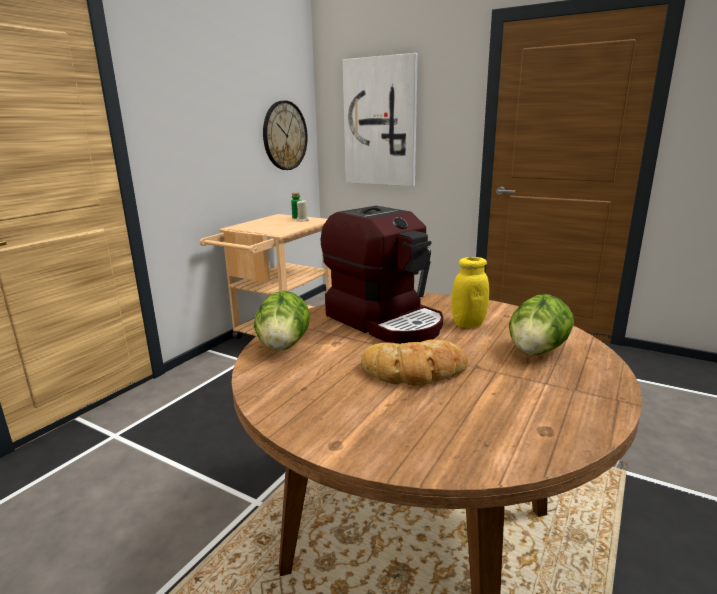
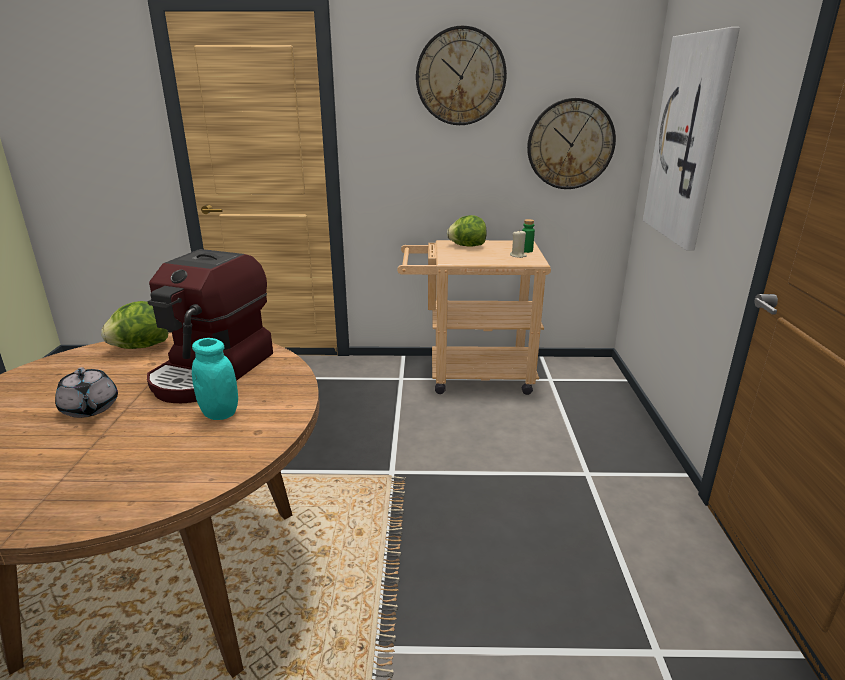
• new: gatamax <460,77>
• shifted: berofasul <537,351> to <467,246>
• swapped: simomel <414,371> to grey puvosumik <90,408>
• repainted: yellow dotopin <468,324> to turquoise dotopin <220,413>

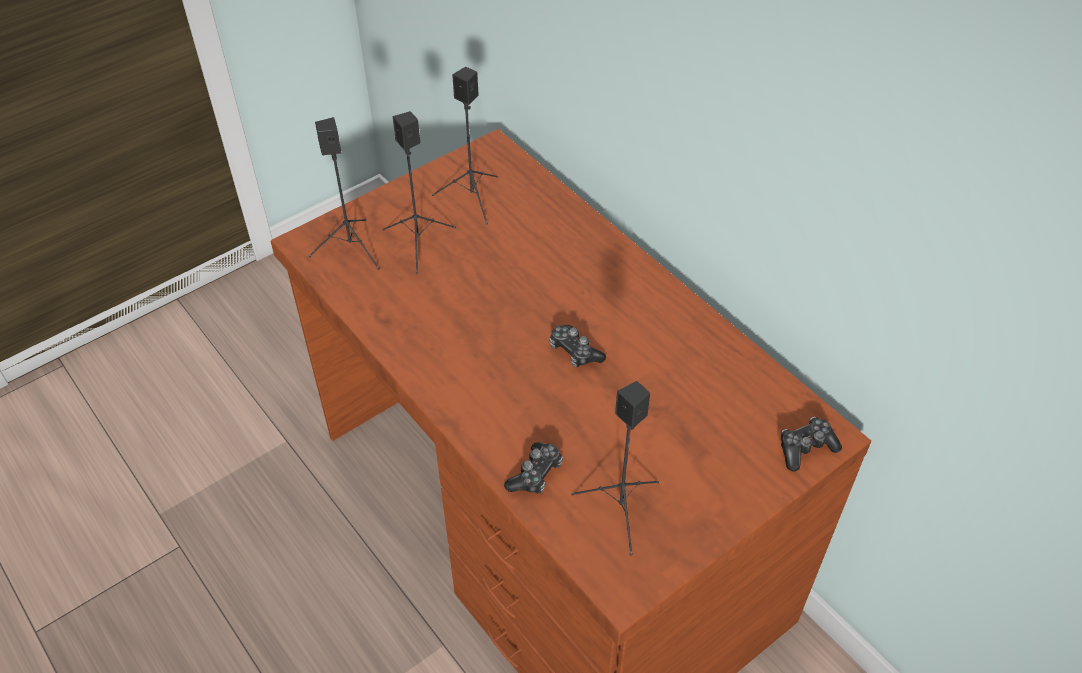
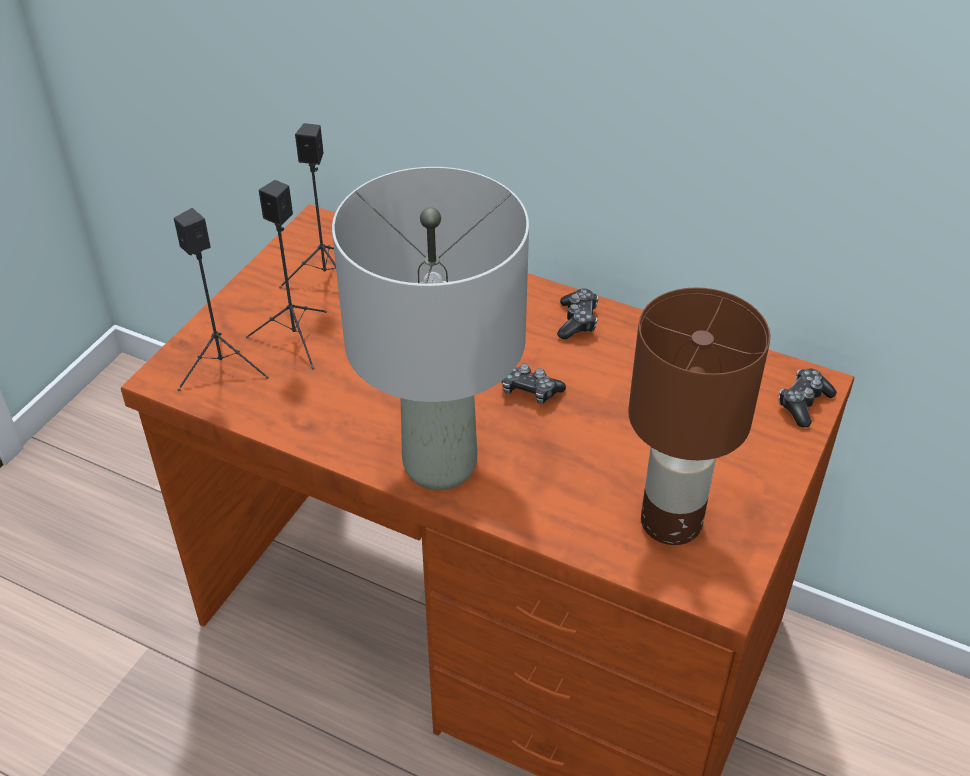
• new: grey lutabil <438,465>
• shifted: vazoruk <535,474> to <577,321>
• swapped: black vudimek <621,510> to brown lutabil <673,522>

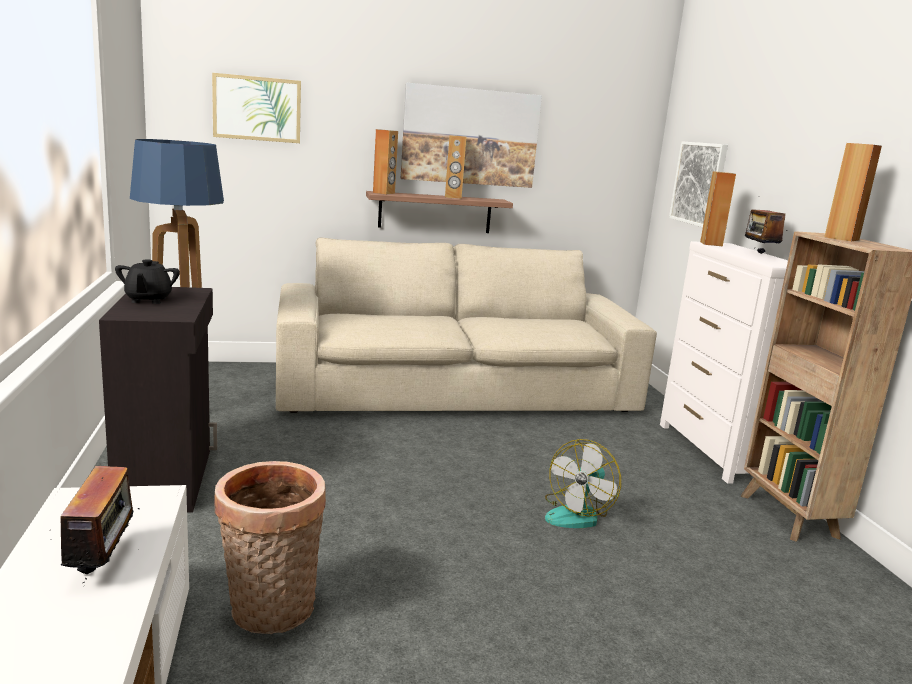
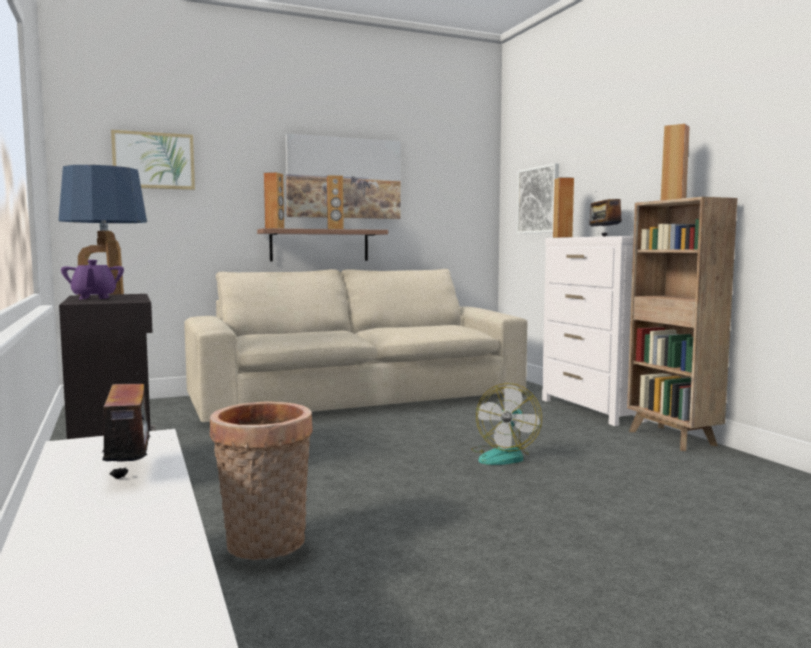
• repainted: black puvosumik <148,300> to purple puvosumik <94,298>

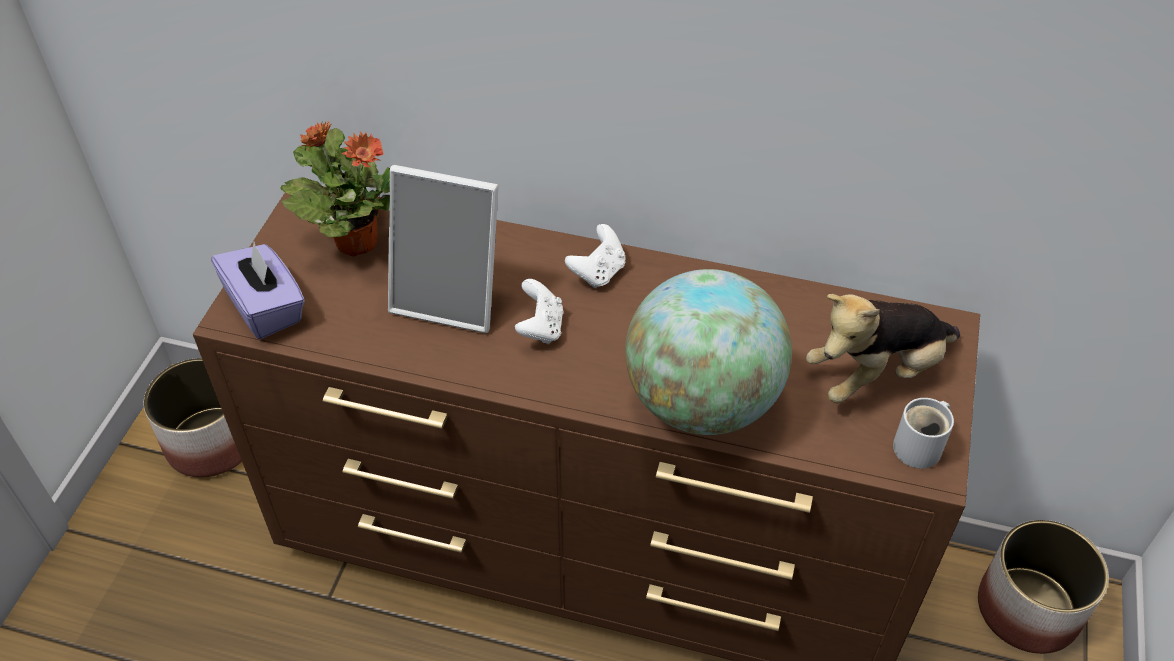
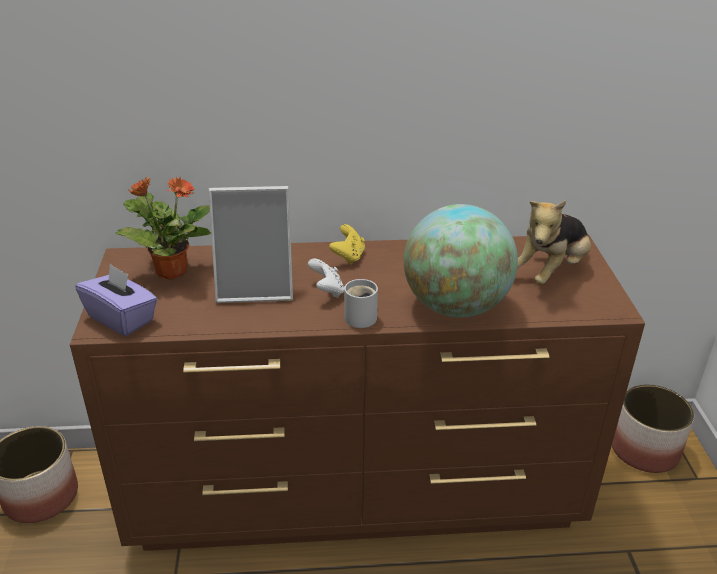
• shifted: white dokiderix <921,447> to <363,316>
• repainted: white vazoruk <598,272> to yellow vazoruk <348,257>

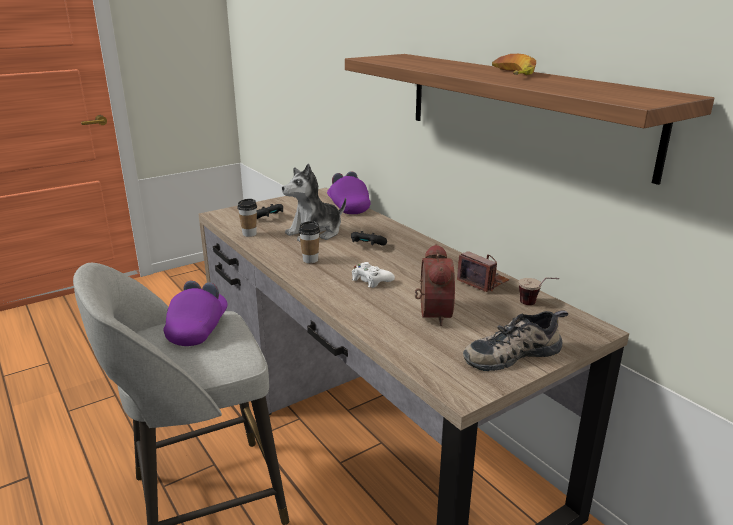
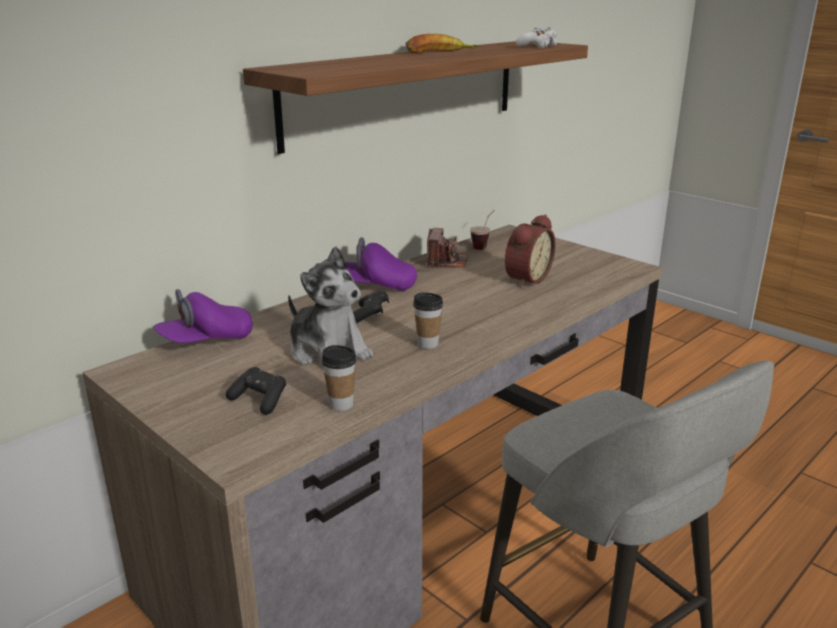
• gone: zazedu <512,353>
• shifted: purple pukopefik <198,329> to <376,286>
• shifted: white vazoruk <371,280> to <537,46>
• rotated: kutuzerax <431,313> = <525,278> 135 degrees clockwise
• rotated: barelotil <483,281> = <446,261> 150 degrees clockwise

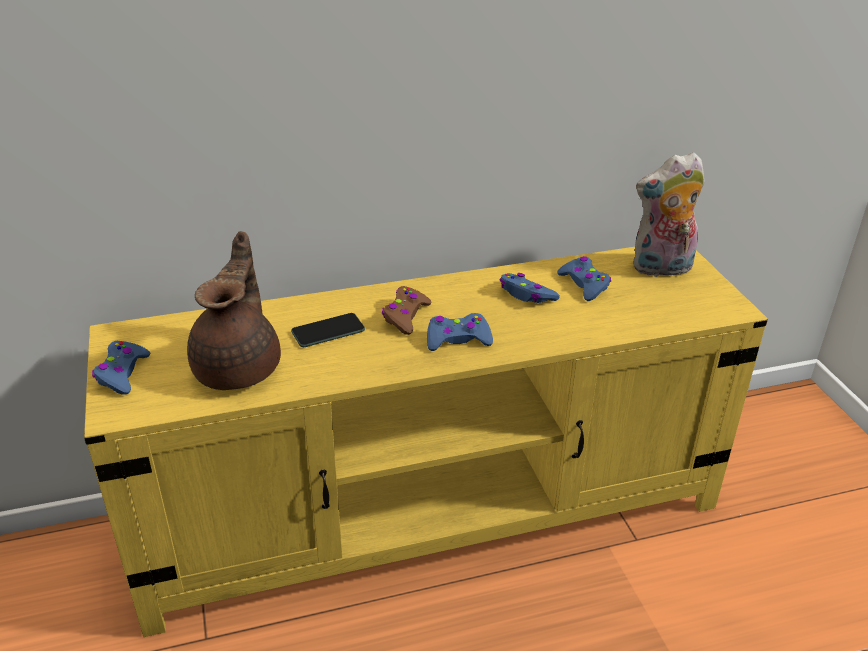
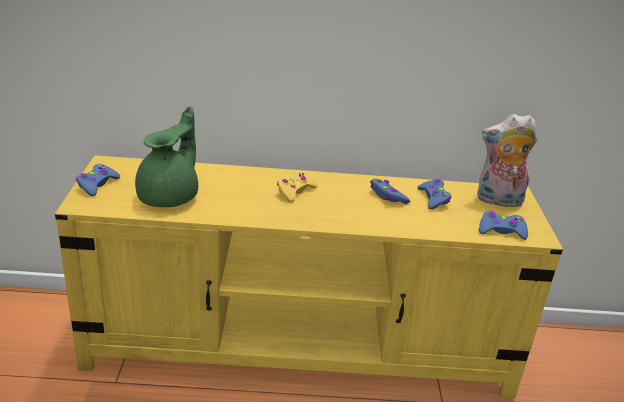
• gone: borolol <328,331>
• shifted: blue vazoruk <457,339> to <501,231>
• repainted: brown puvosumik <240,367> to green puvosumik <170,196>
• repainted: brown vazoruk <405,316> to yellow vazoruk <295,191>

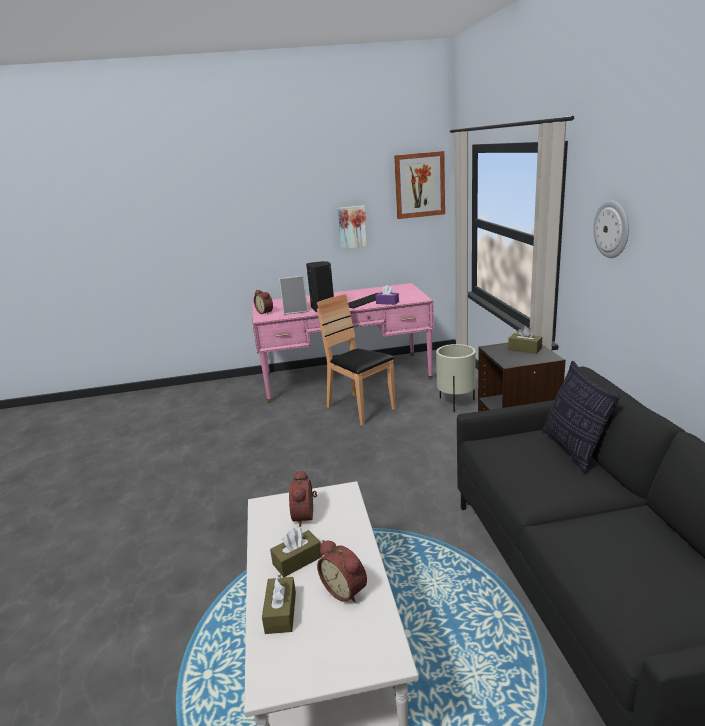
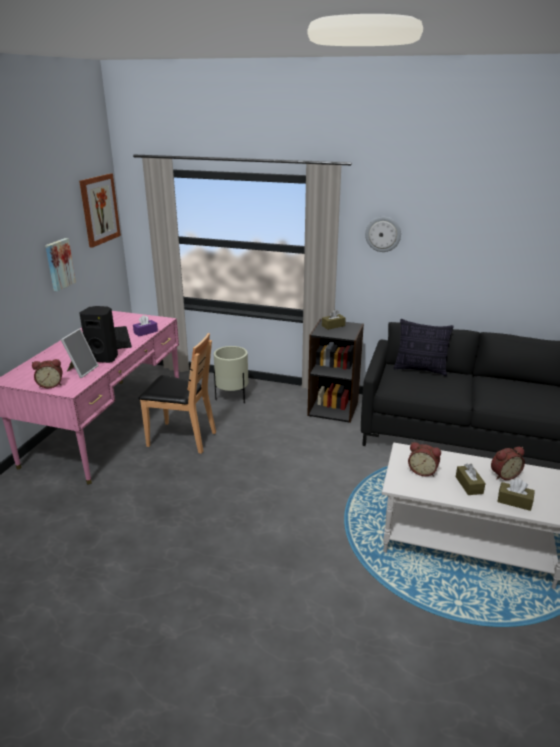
• rotated: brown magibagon <360,409> = <181,438> 150 degrees counterclockwise

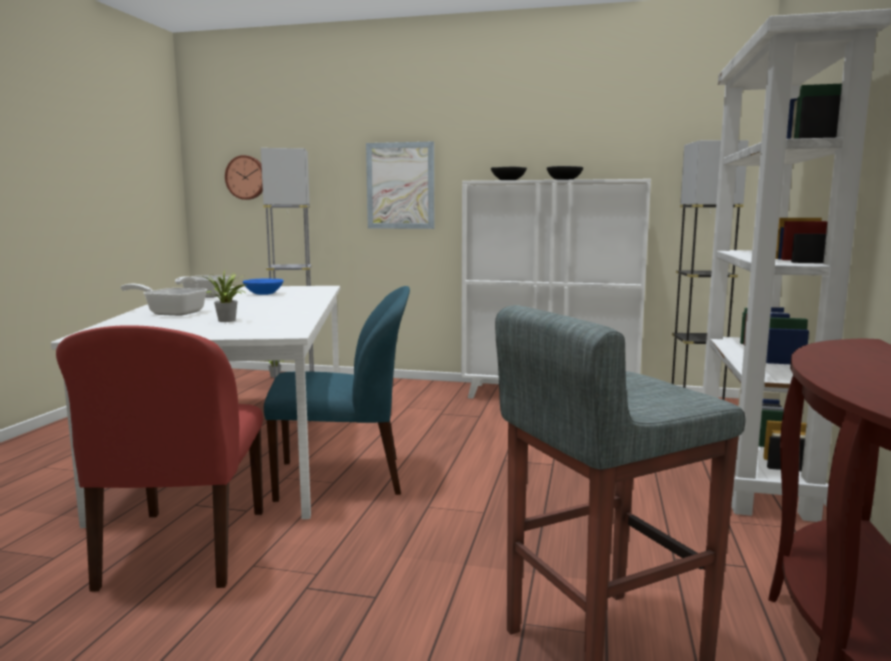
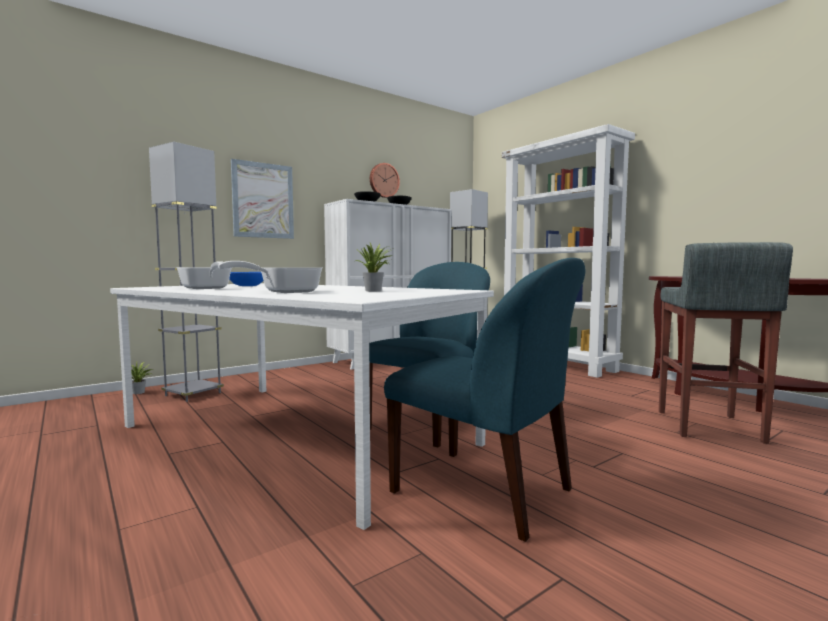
• shifted: gatamax <247,177> to <383,180>
• repainted: red magibagon <183,550> to blue magibagon <485,492>

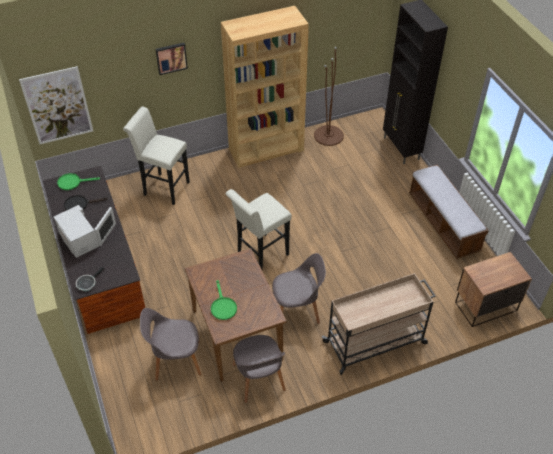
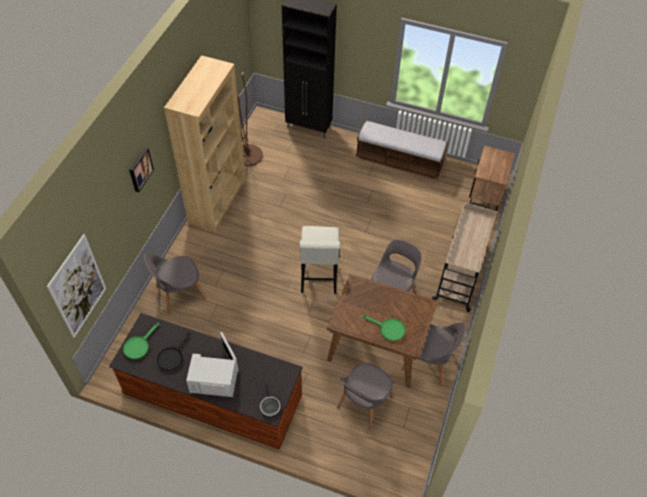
• swapped: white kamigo <163,188> to grey magibagon <179,294>

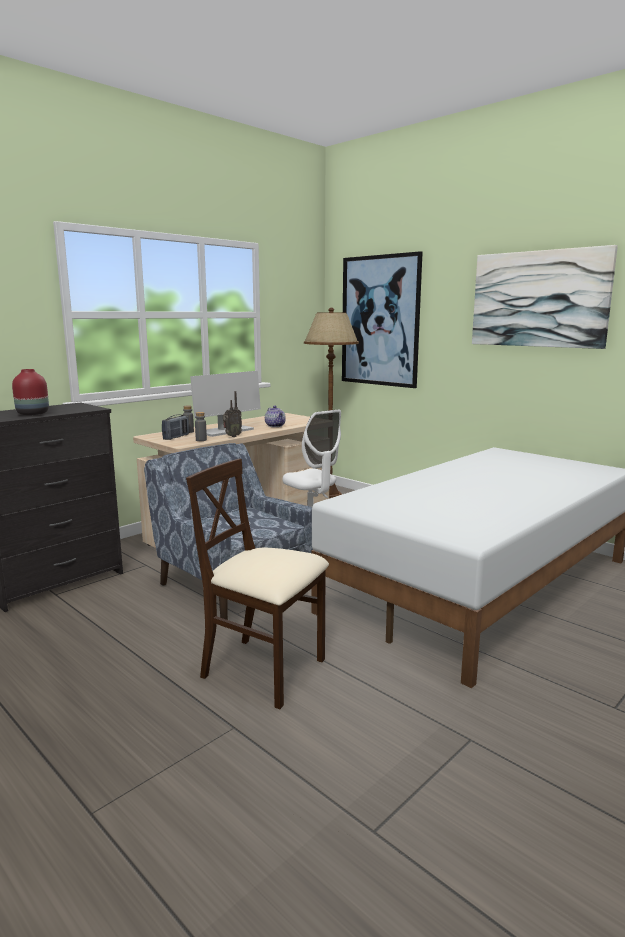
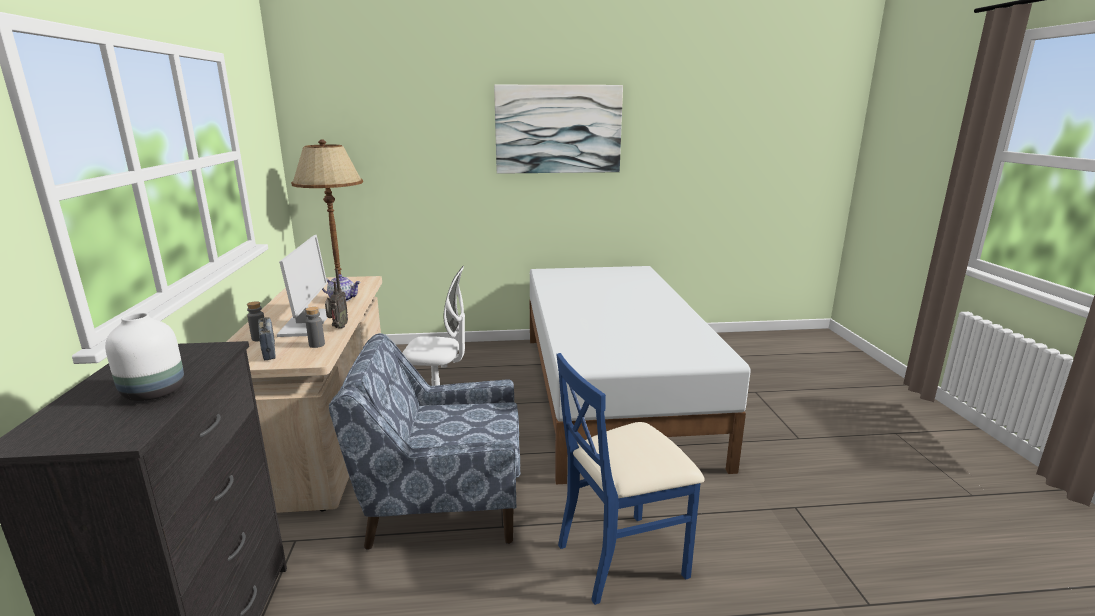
• gone: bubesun <380,321>
• repainted: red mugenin <32,414> to white mugenin <152,393>
• repainted: beige magibagon <264,670> to blue magibagon <622,557>

